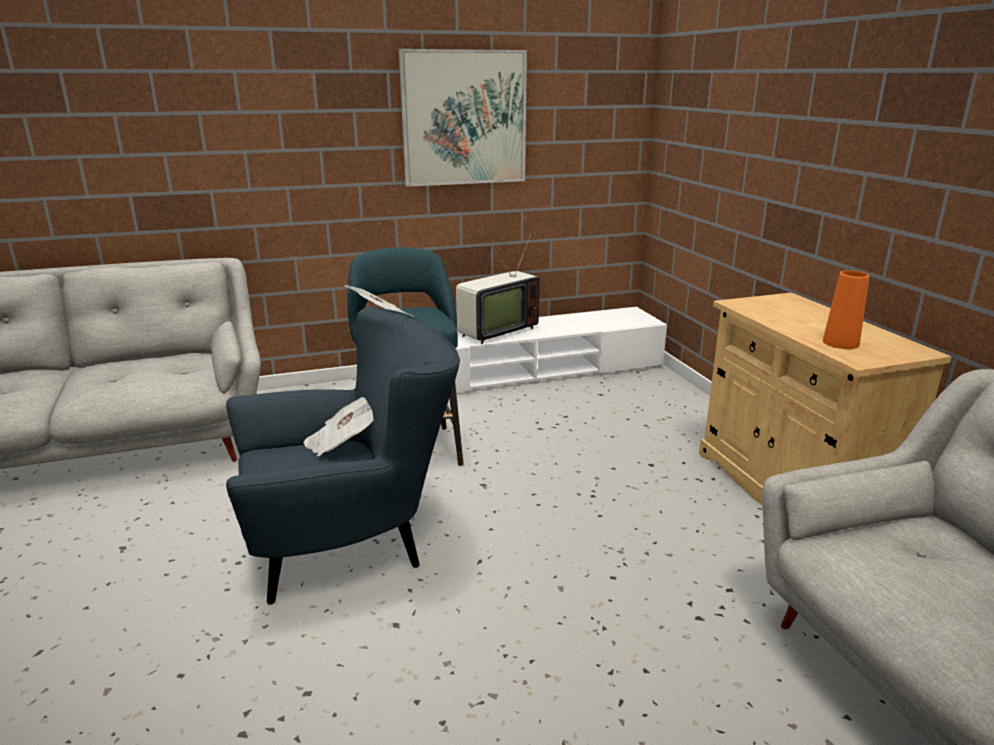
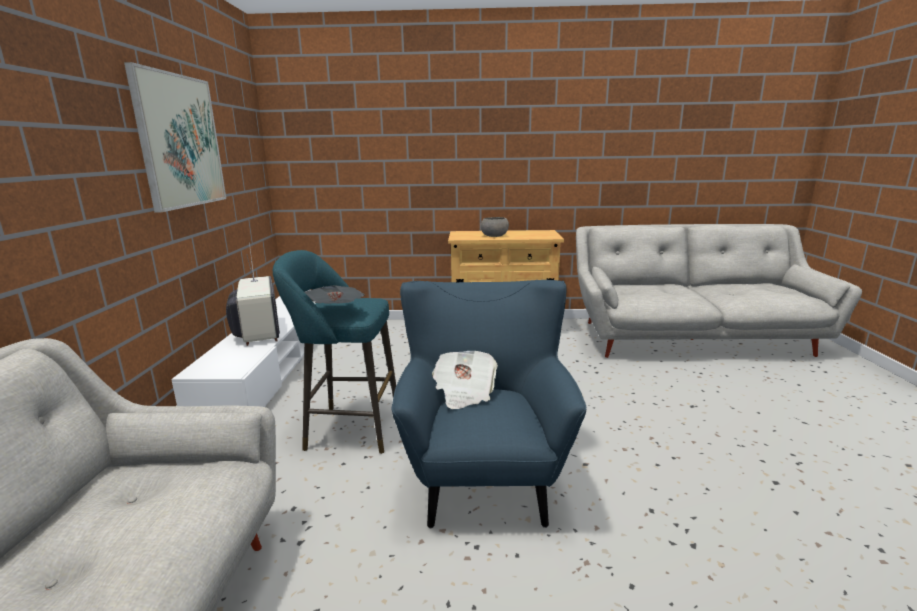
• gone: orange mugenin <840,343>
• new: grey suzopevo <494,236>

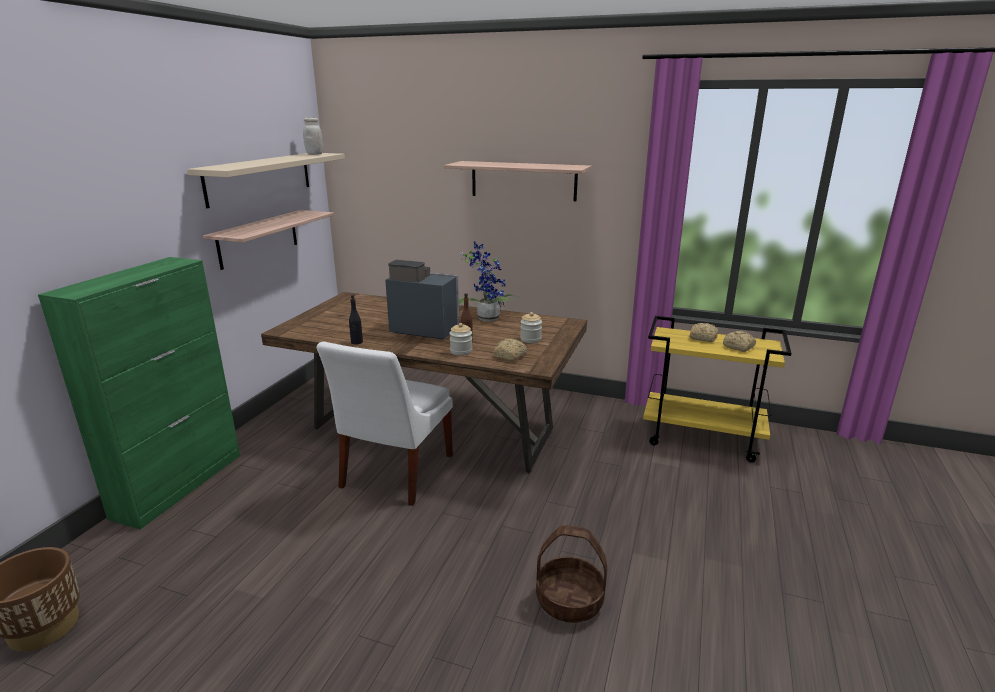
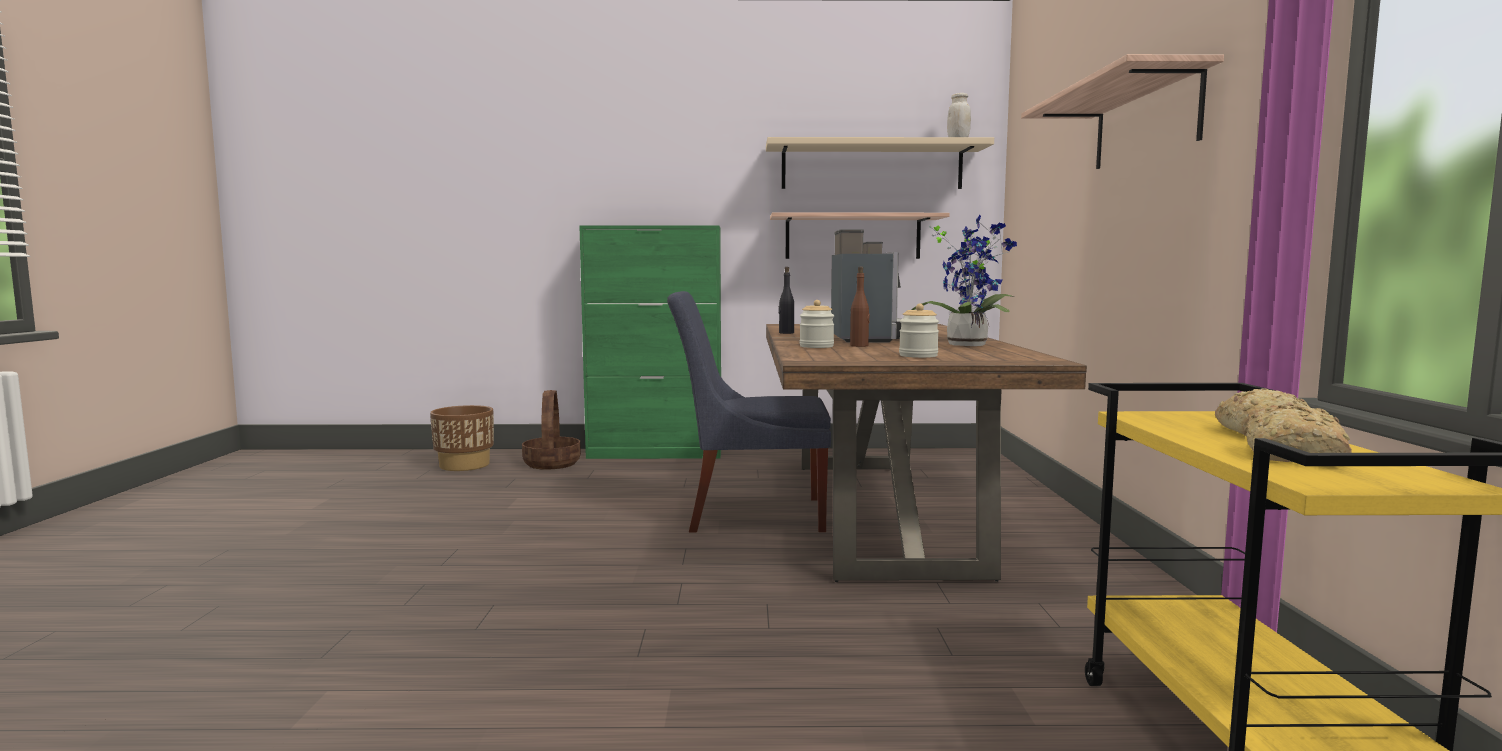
• gone: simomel <509,356>
• shifted: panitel <570,600> to <552,464>
• repainted: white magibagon <394,473> to blue magibagon <749,513>

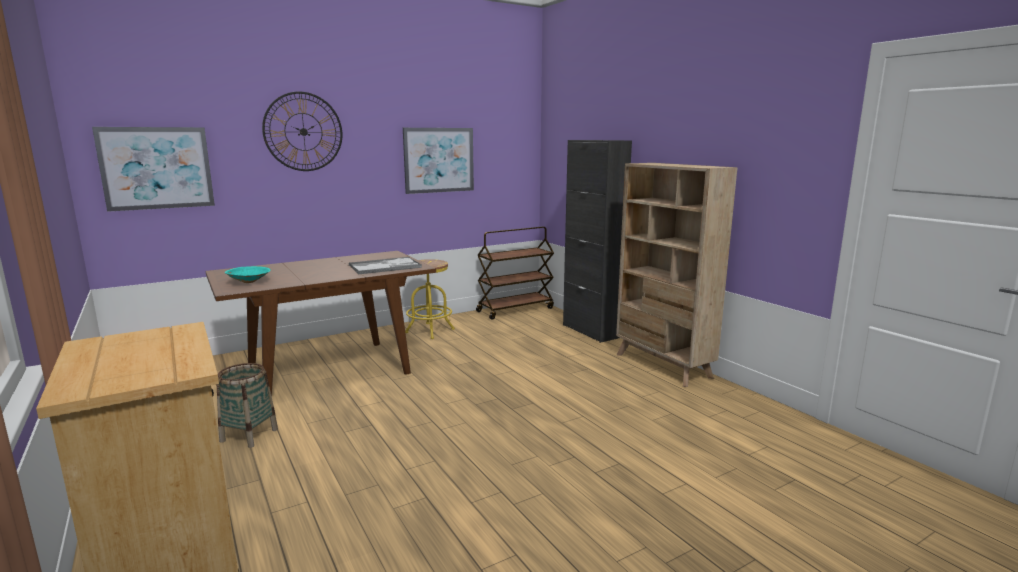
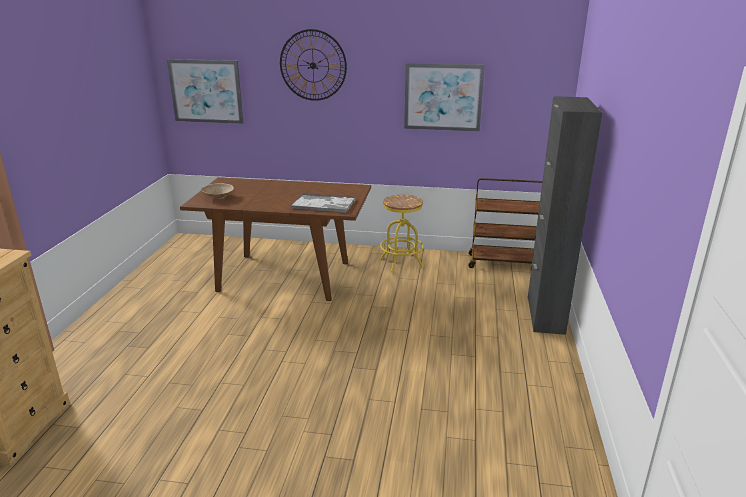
• gone: panitel <249,435>
• gone: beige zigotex <663,366>
• repainted: turquoise suzopevo <250,282> to beige suzopevo <218,197>

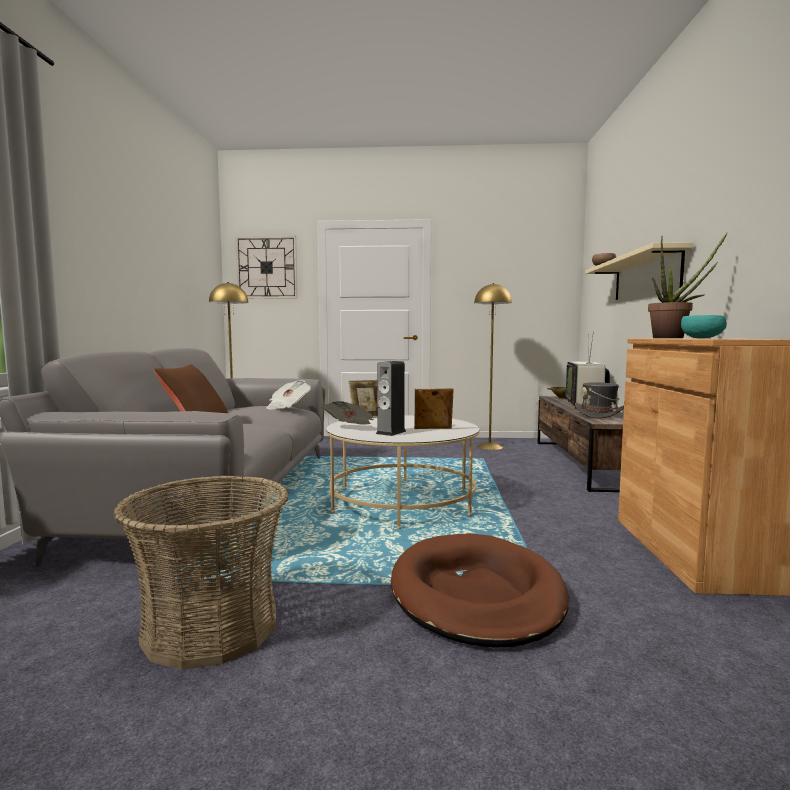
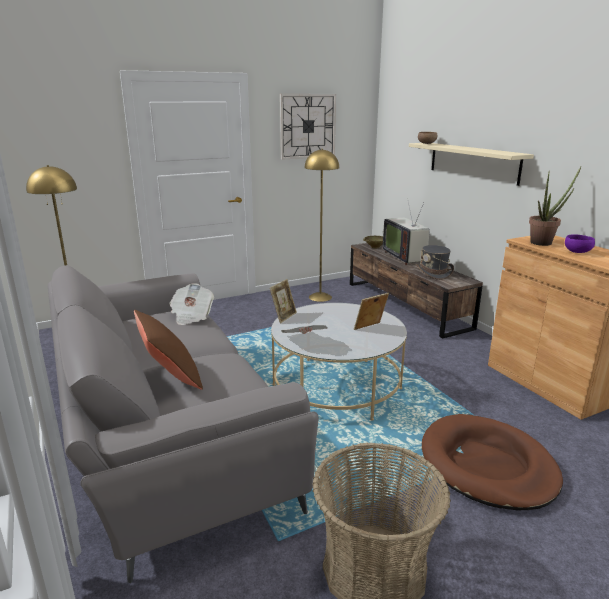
• gone: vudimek <391,432>
• shifted: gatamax <266,267> to <307,126>
• repainted: turquoise suzopevo <702,338> to purple suzopevo <577,252>

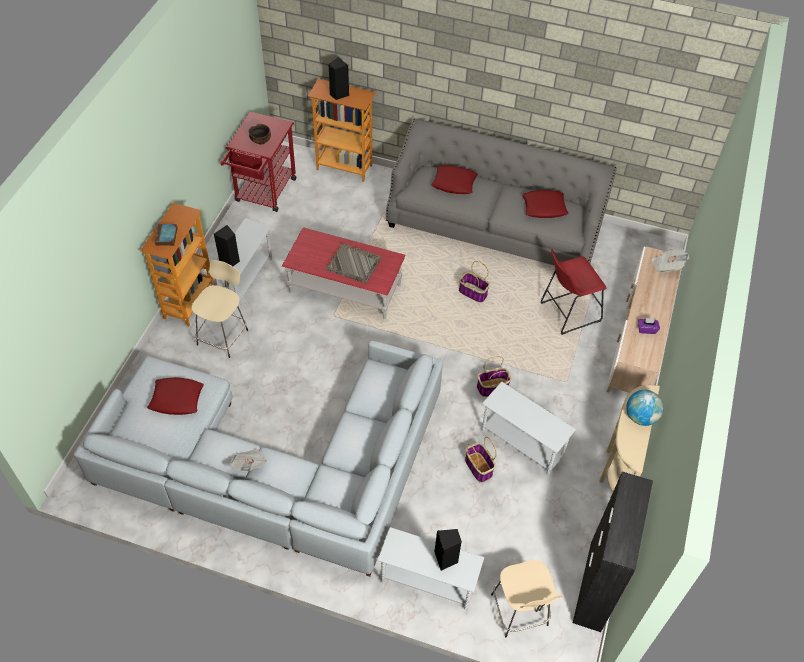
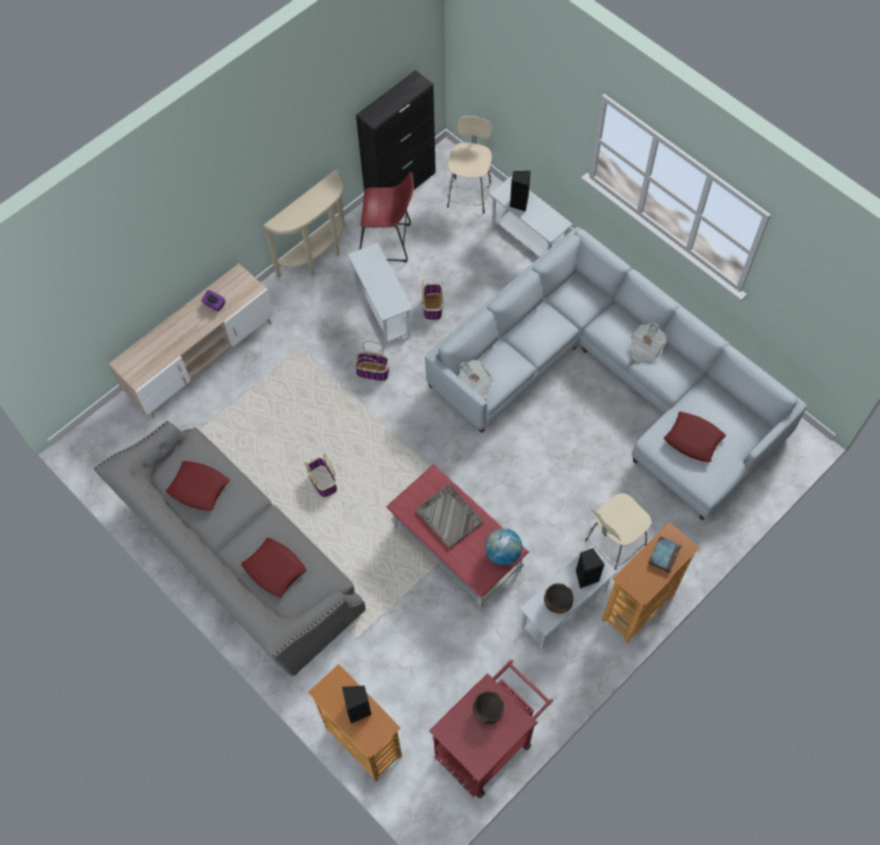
• new: suzopevo <557,603>
• shifted: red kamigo <567,313> to <388,242>
• shifted: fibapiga <640,417> to <503,553>
• shifted: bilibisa <667,266> to <475,384>

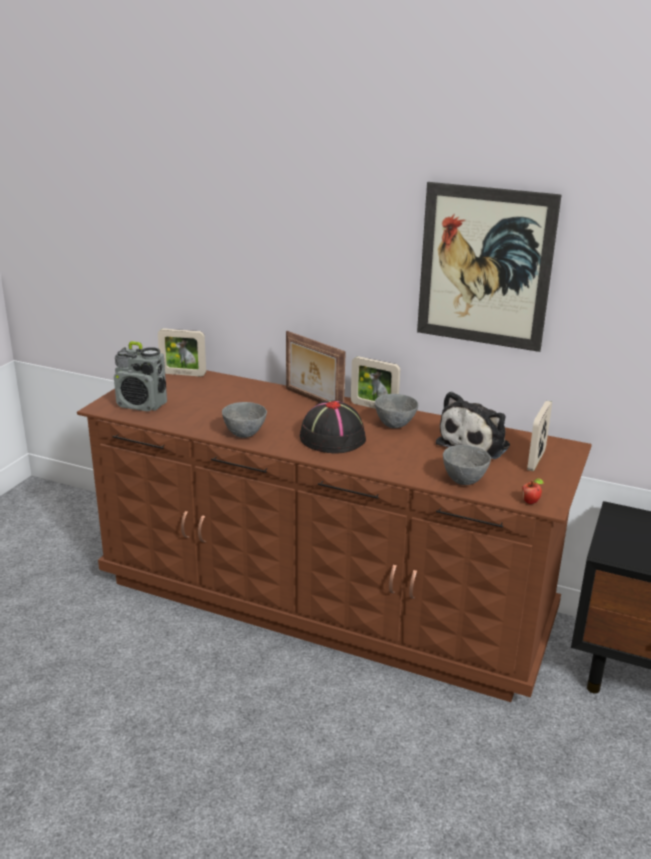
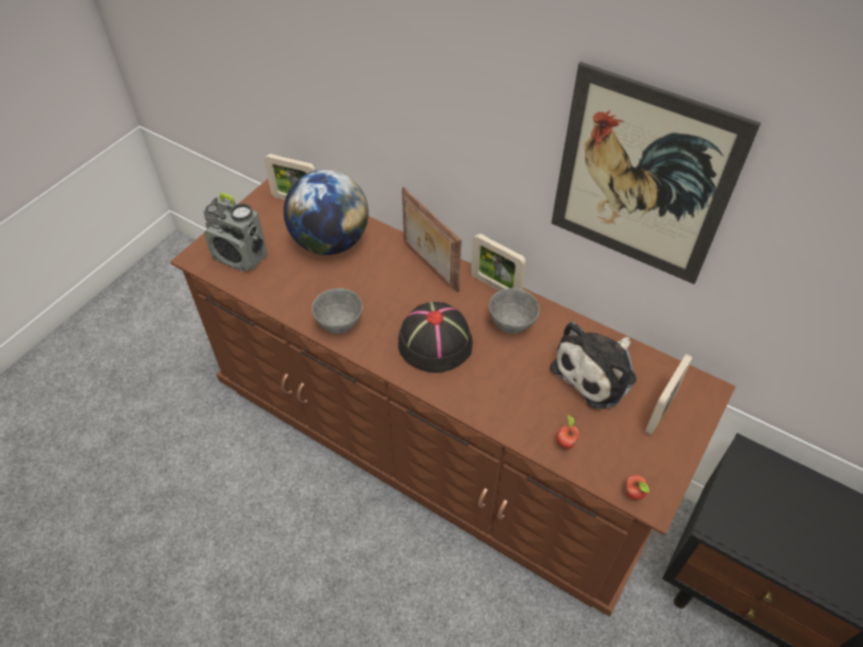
• new: fibapiga <330,242>
• swapped: grey suzopevo <463,480> to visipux <565,442>

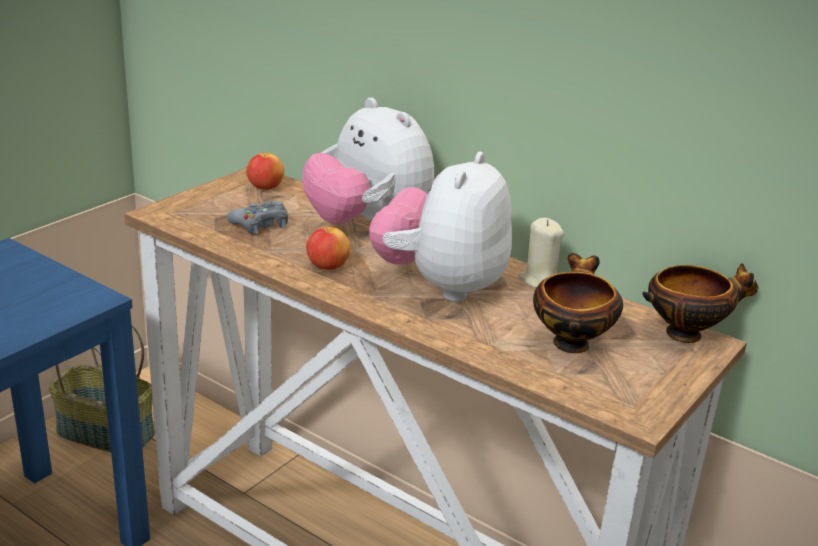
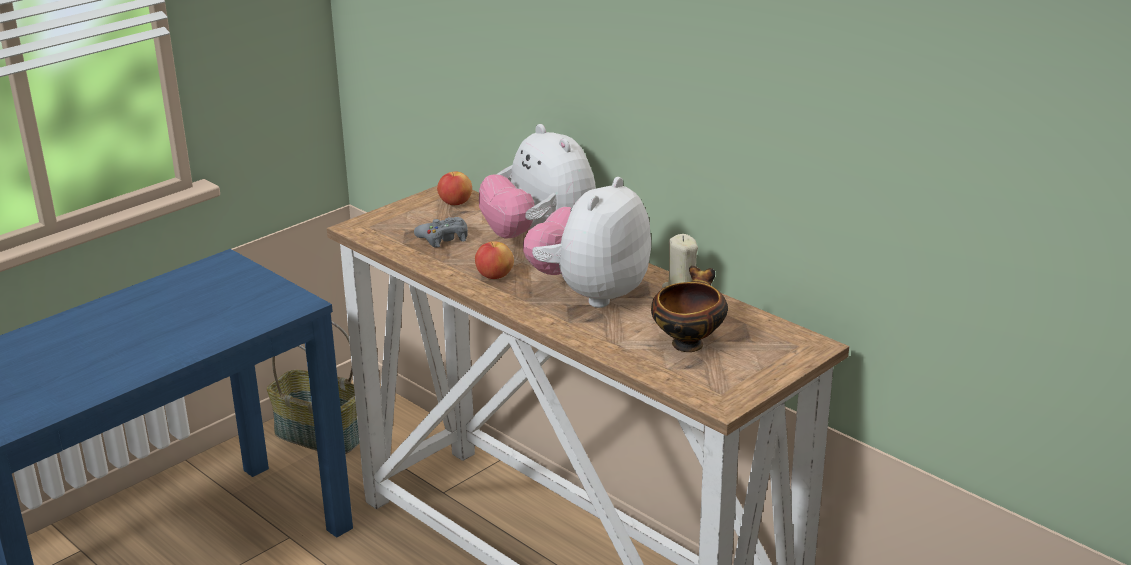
• gone: suzopevo <687,333>

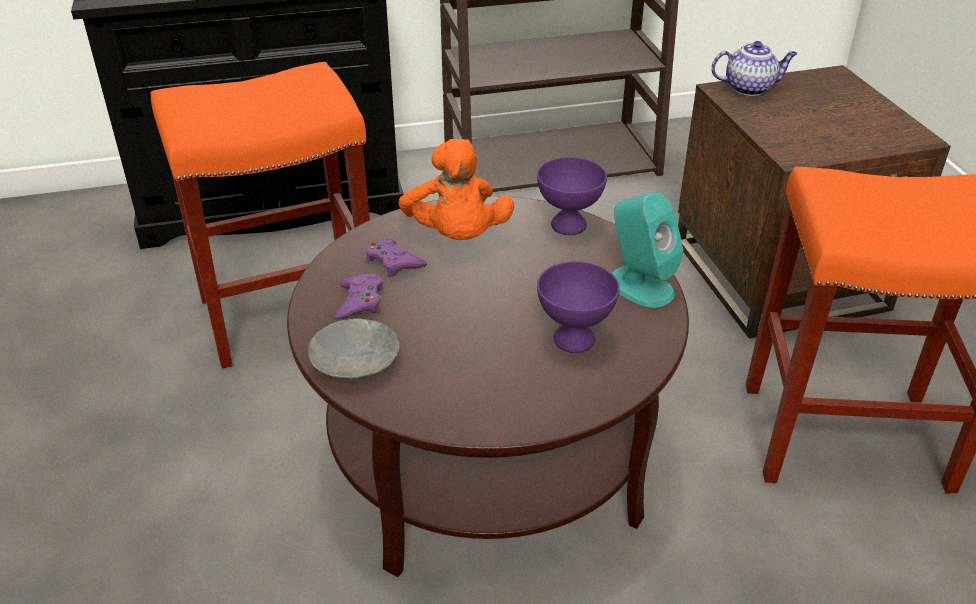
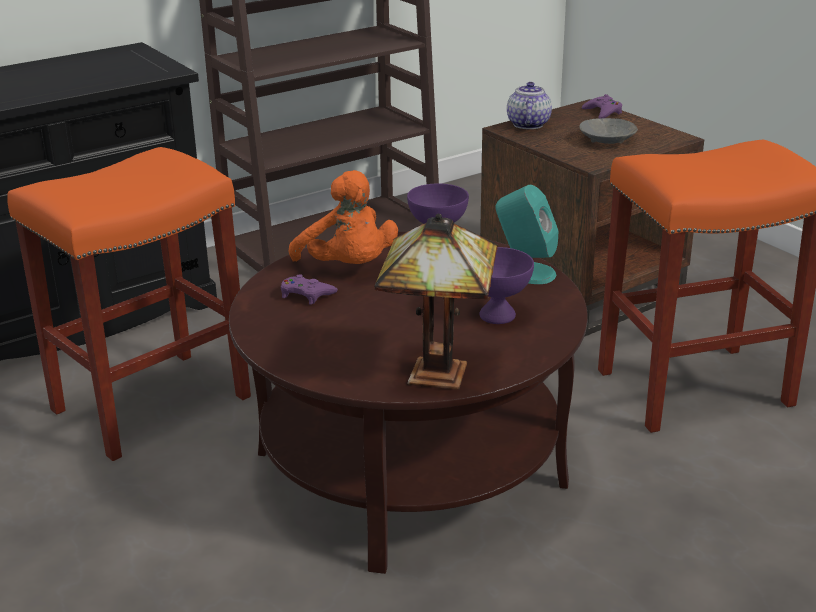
• new: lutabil <435,371>
• shifted: grey suzopevo <356,363> to <608,140>
• shifted: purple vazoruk <360,302> to <603,112>
• rotated: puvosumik <750,88> = <528,124> 60 degrees counterclockwise

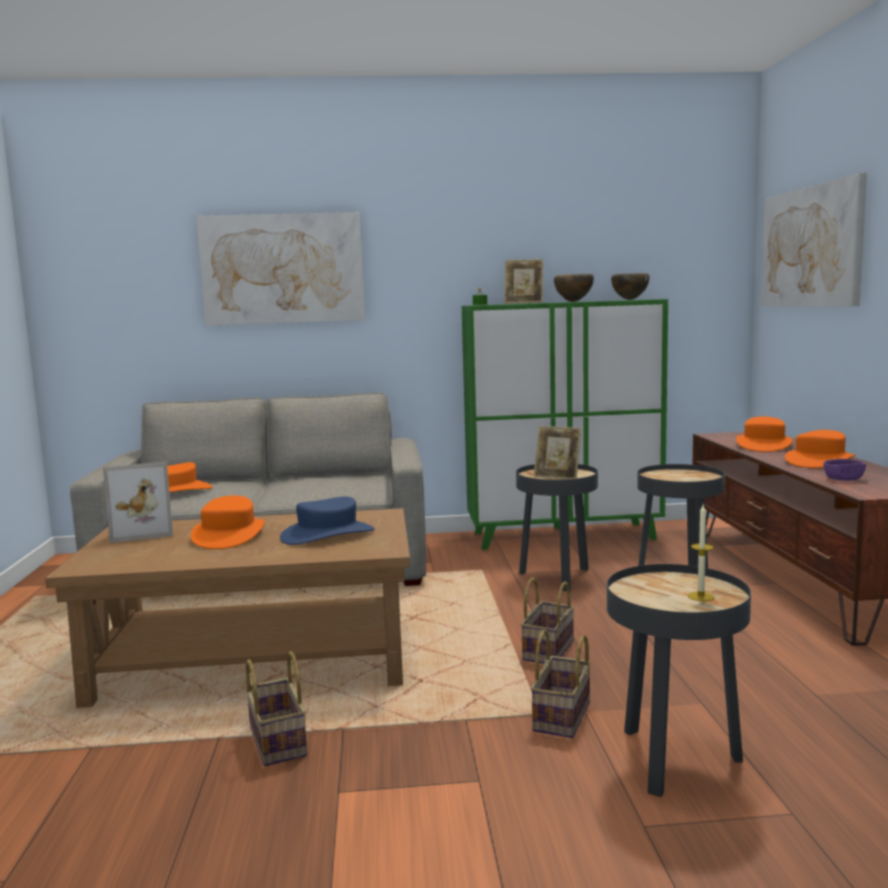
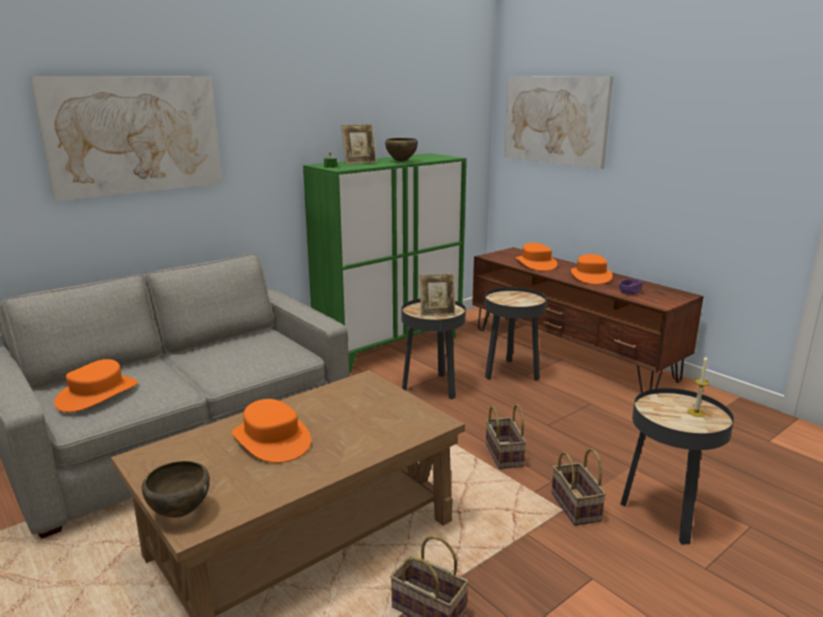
• gone: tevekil <143,532>
• gone: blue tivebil <327,534>
• shifted: brown suzopevo <629,299> to <179,513>

